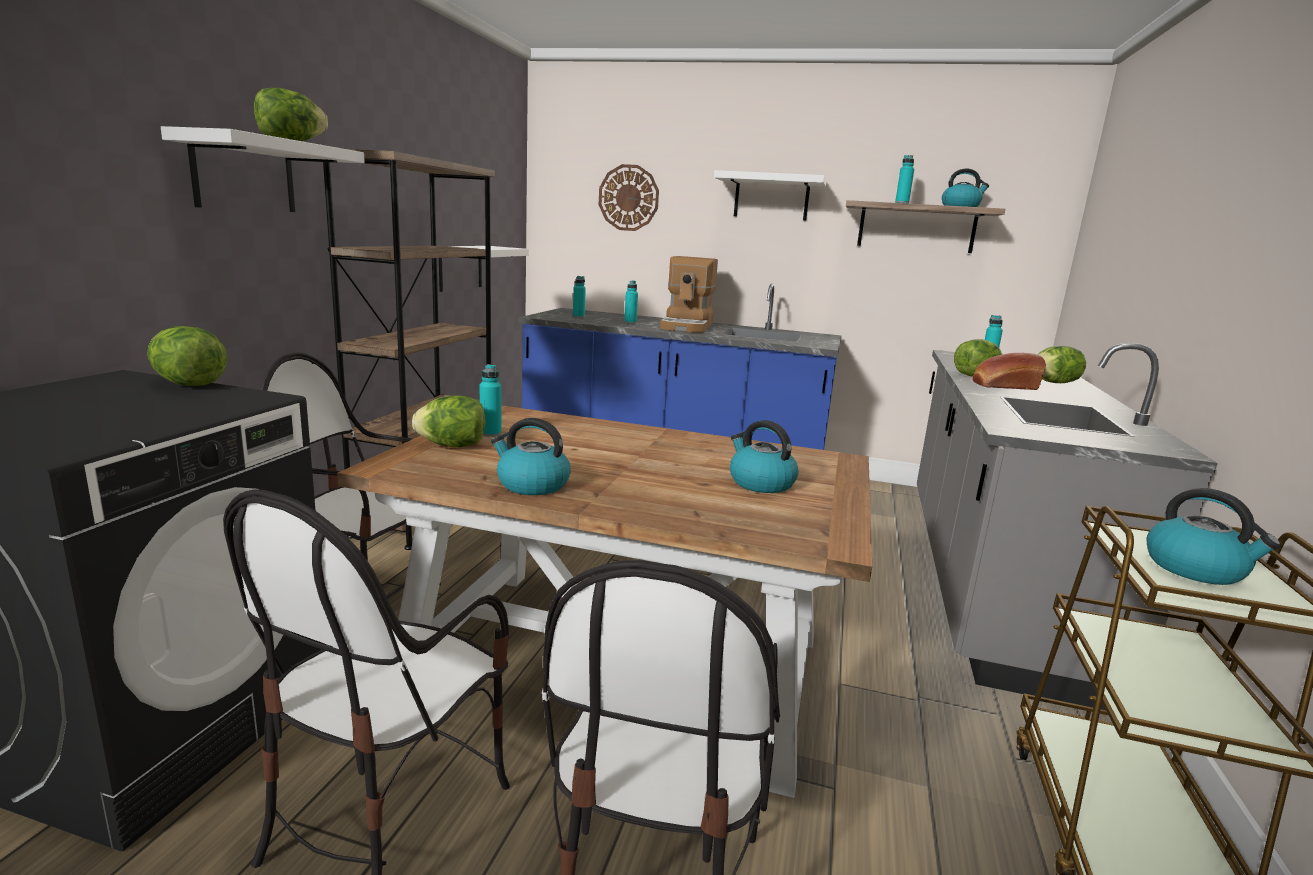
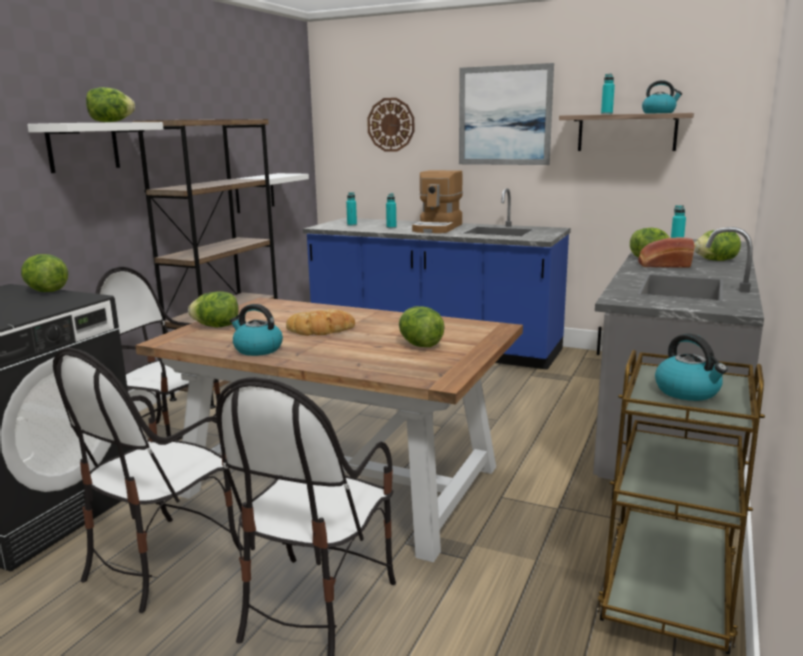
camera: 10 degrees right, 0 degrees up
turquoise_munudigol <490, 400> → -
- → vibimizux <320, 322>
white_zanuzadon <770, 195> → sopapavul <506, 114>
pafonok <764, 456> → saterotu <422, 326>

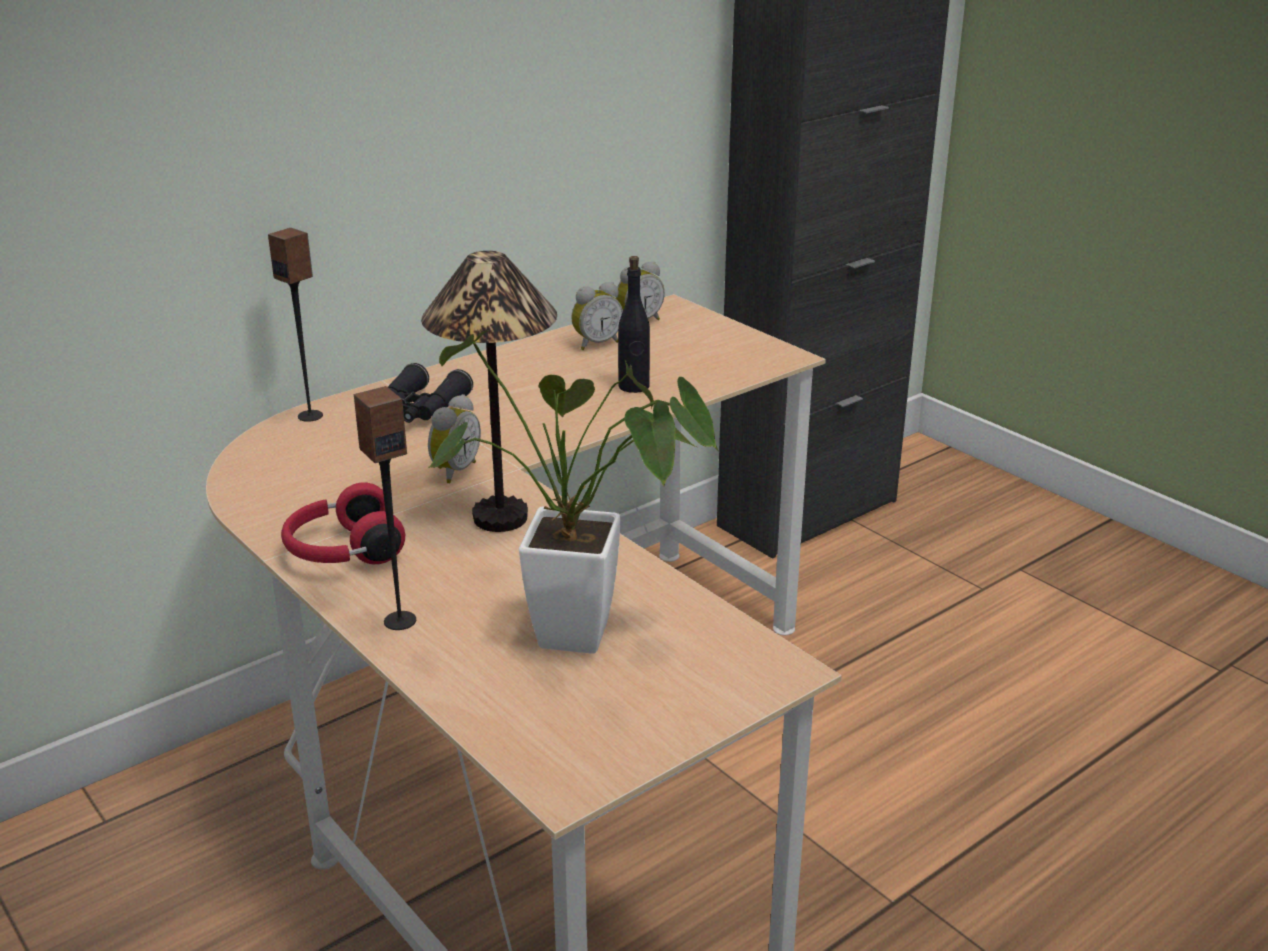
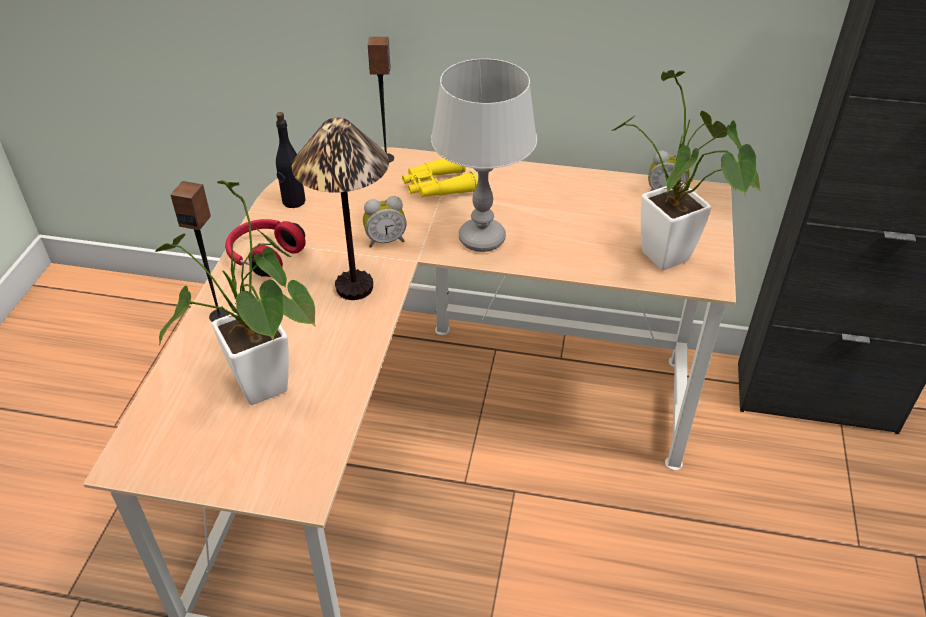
camera: 50 degrees right, 15 degrees up
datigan <597, 316> → -
- → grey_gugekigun <484, 155>
- → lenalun <686, 170>
black_munudigol <634, 324> → black_munudigol <291, 160>, move
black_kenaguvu <430, 393> → yellow_kenaguvu <440, 178>

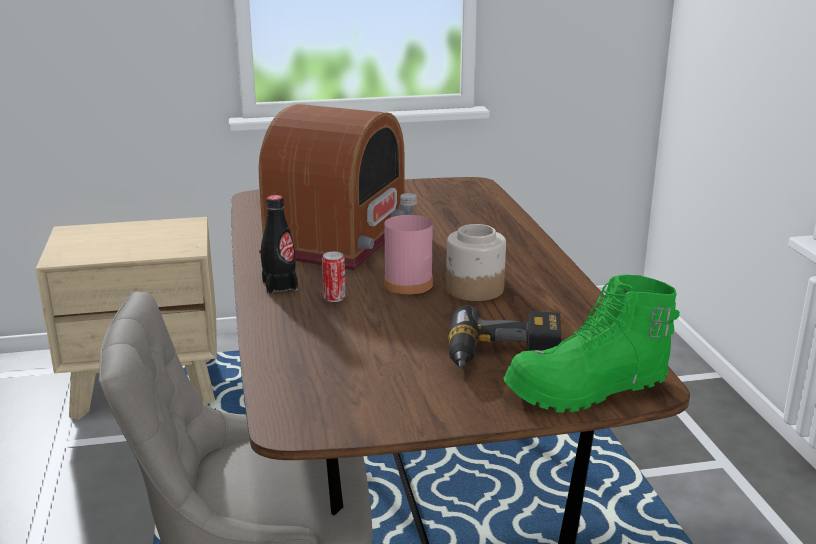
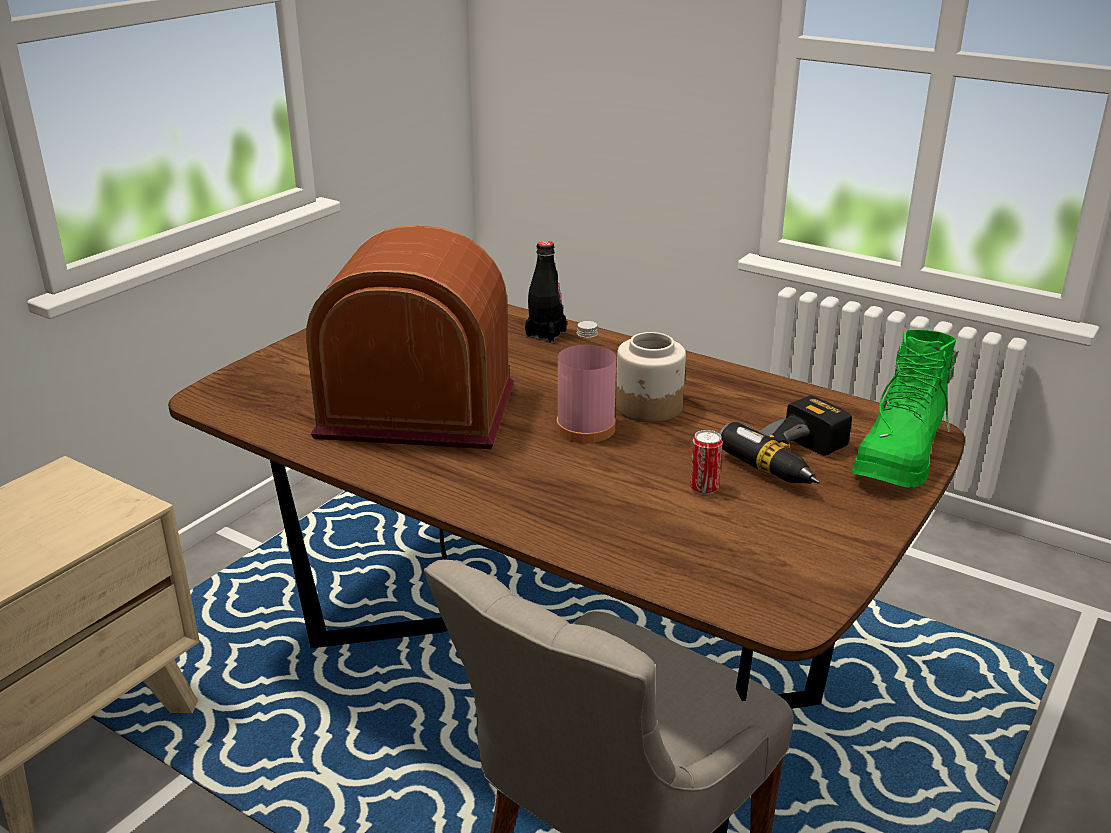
camera: 45 degrees left, 5 degrees up
black_munudigol <279, 244> → black_munudigol <546, 292>, move
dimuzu <334, 276> → dimuzu <706, 462>, move
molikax <336, 187> → molikax <410, 337>, 60 degrees counterclockwise

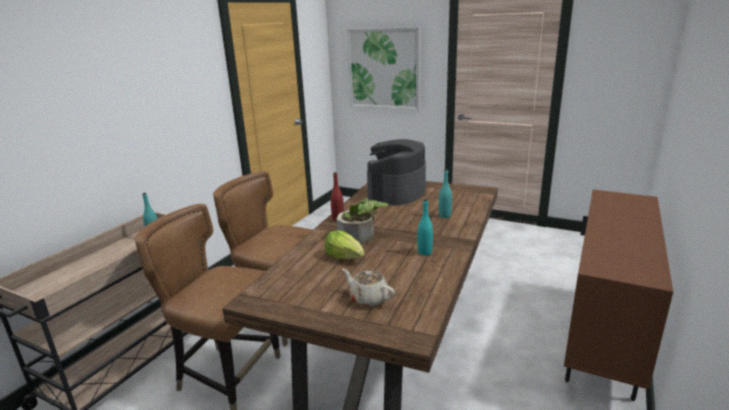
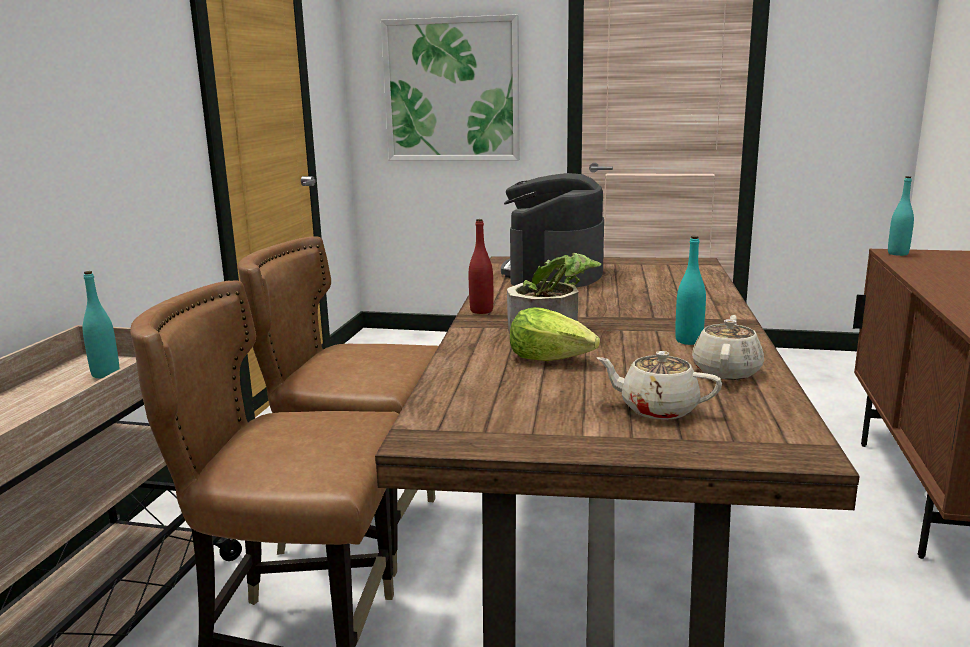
camera: 15 degrees left, 5 degrees down
- → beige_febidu <728, 347>
turquoise_munudigol <445, 193> → turquoise_munudigol <901, 216>, move

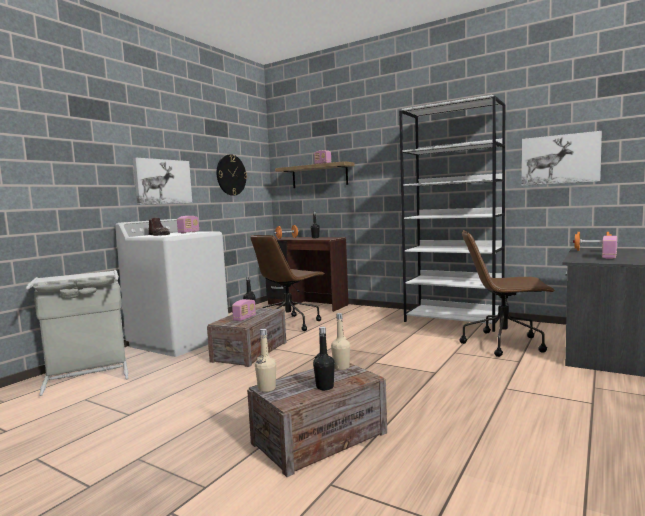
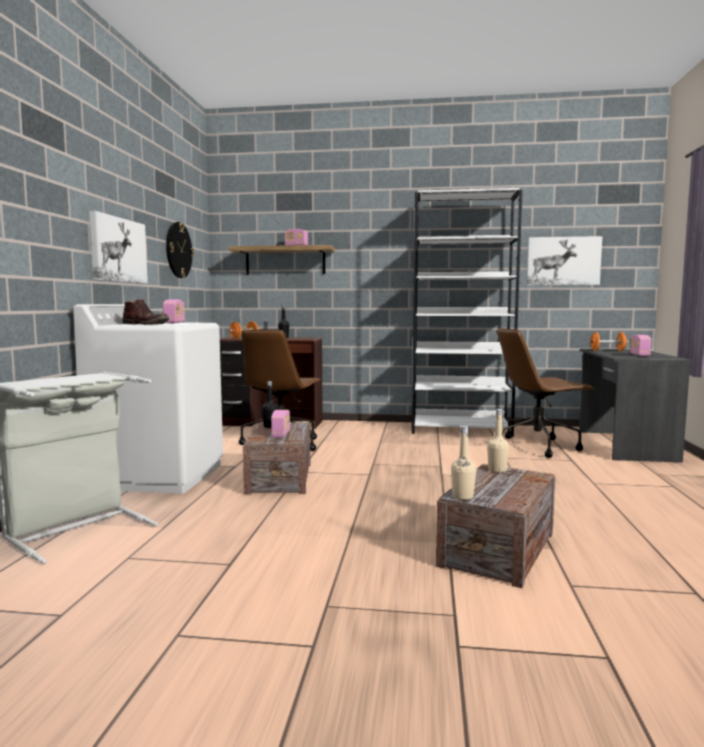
camera: 25 degrees left, 0 degrees up
black_munudigol <324, 358> → -

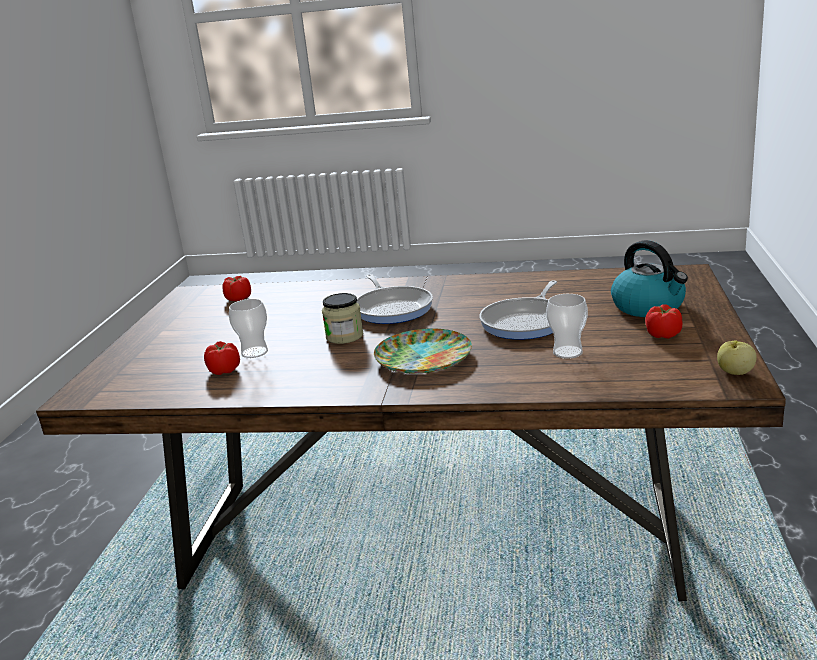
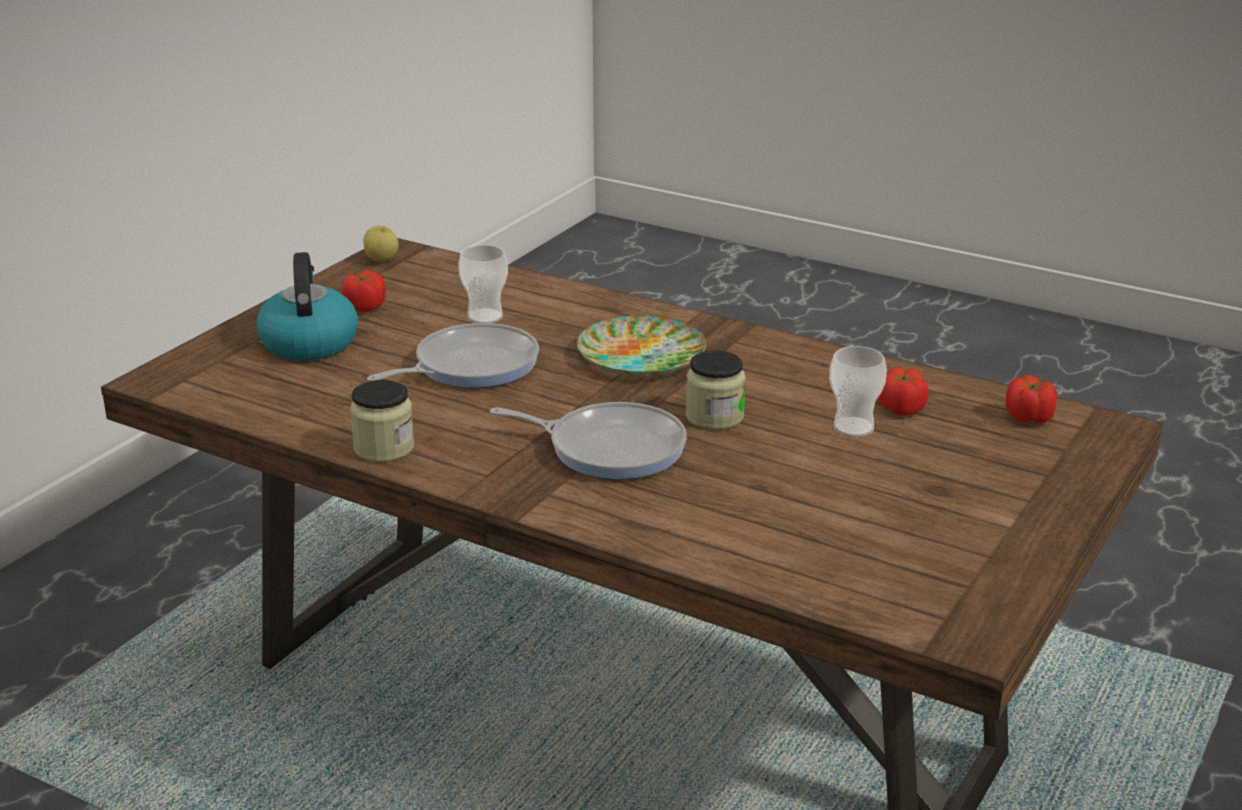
camera: 160 degrees left, 5 degrees up
- → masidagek <382, 421>
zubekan <237, 288> → zubekan <1031, 399>, move
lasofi <395, 299> → lasofi <588, 441>, 105 degrees clockwise

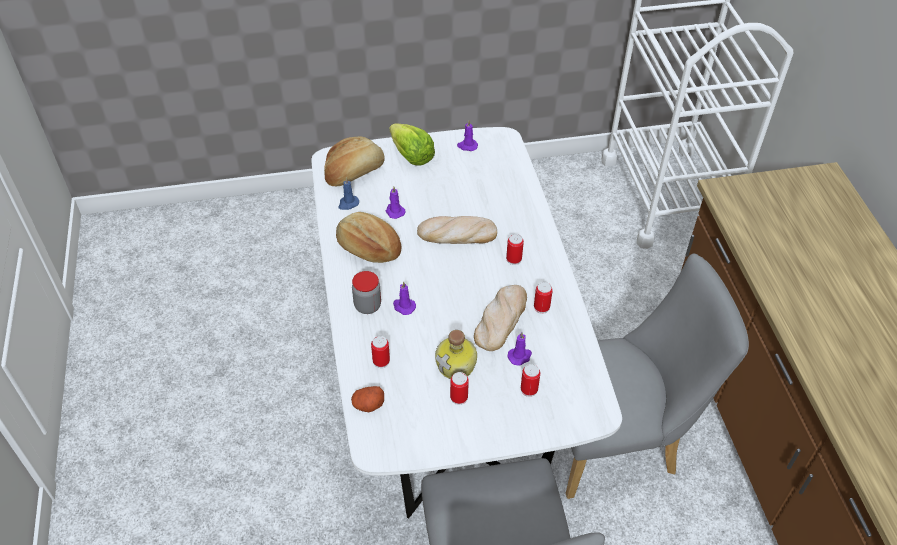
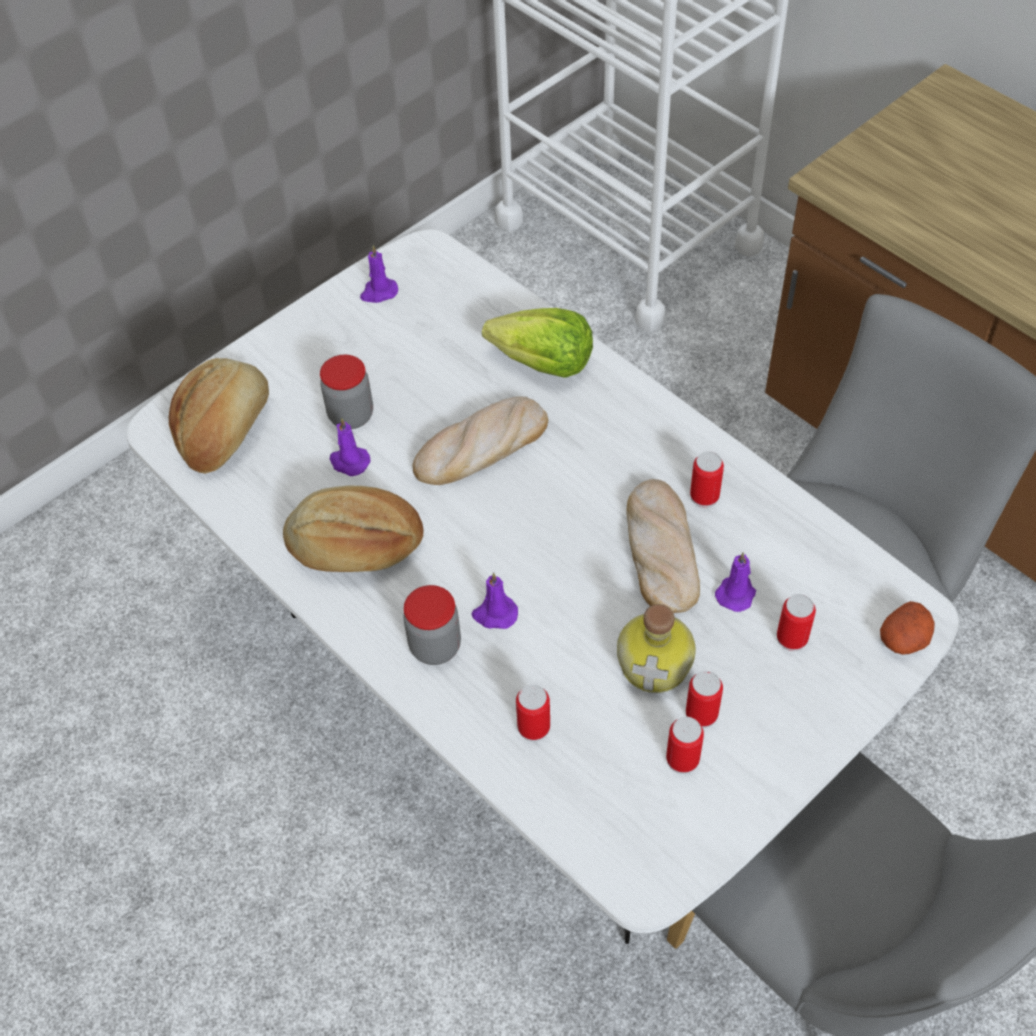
camera: 30 degrees left, 5 degrees up
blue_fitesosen <348, 193> → -
- → masidagek <346, 392>
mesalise <367, 399> → mesalise <907, 628>, move
saterotu <412, 144> → saterotu <537, 343>, move
dimuzu <515, 249> → dimuzu <685, 745>, move

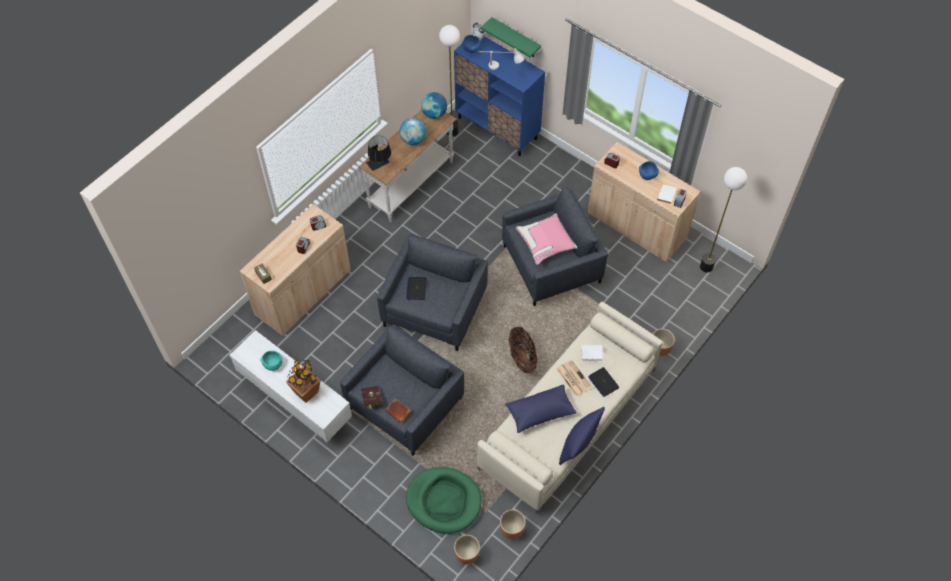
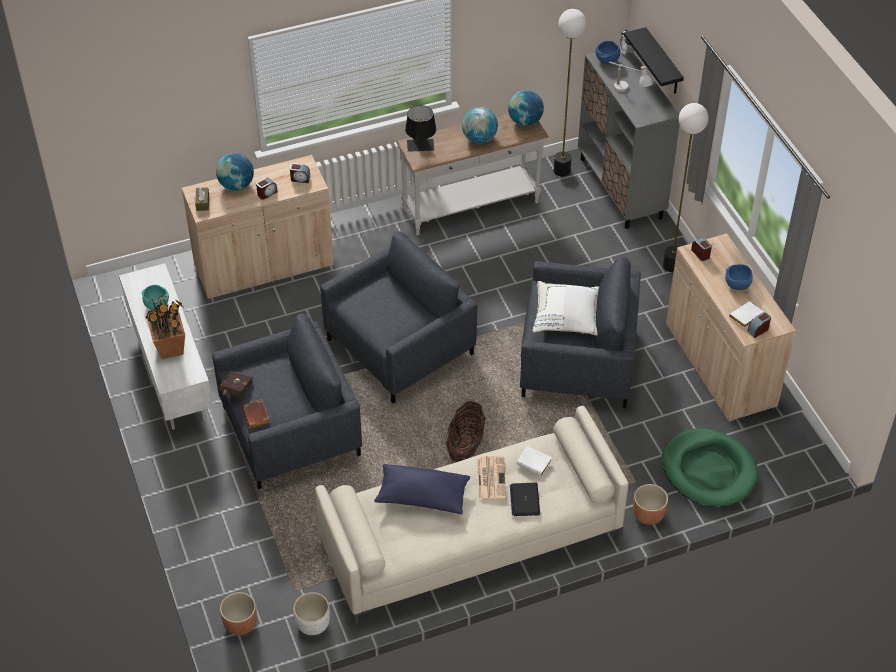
camera: 30 degrees right, 10 degrees down
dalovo <416, 288> → -
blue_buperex <582, 436> → -
- → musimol <235, 172>
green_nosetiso <443, 500> → green_nosetiso <710, 467>, move
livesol <723, 220> → livesol <686, 187>, move
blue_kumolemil <499, 95> → grey_kumolemil <629, 137>
green_zanuzadon <511, 37> → black_zanuzadon <654, 60>
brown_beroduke <513, 524> → white_beroduke <311, 613>
pink_buperex <546, 239> → white_buperex <566, 308>

